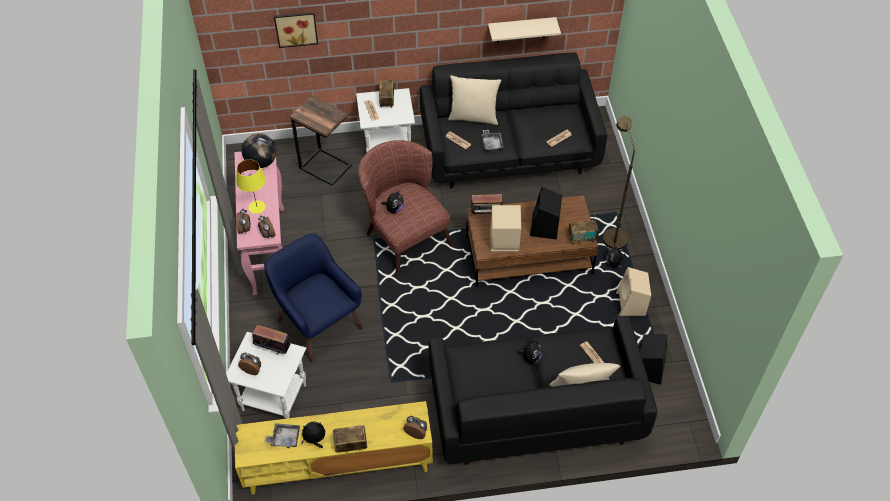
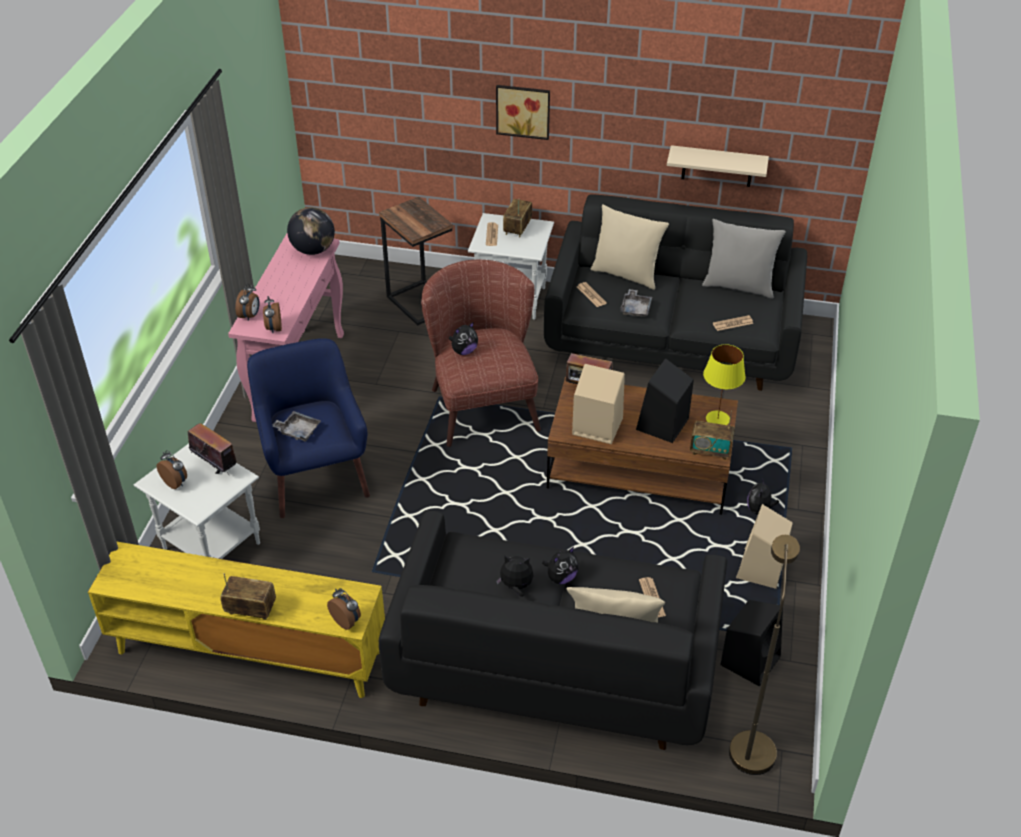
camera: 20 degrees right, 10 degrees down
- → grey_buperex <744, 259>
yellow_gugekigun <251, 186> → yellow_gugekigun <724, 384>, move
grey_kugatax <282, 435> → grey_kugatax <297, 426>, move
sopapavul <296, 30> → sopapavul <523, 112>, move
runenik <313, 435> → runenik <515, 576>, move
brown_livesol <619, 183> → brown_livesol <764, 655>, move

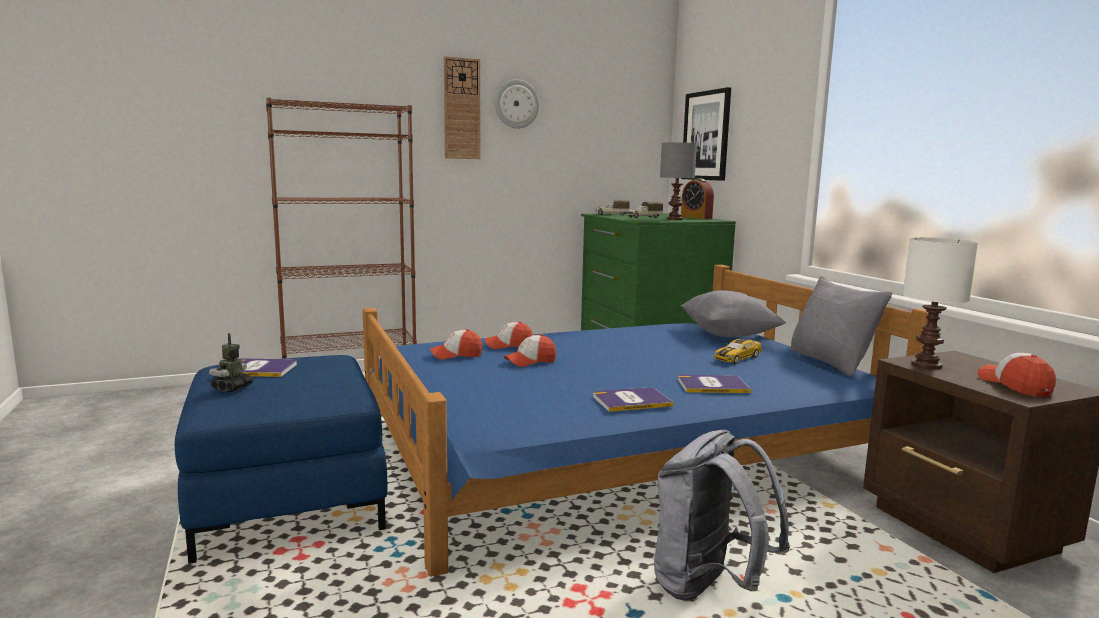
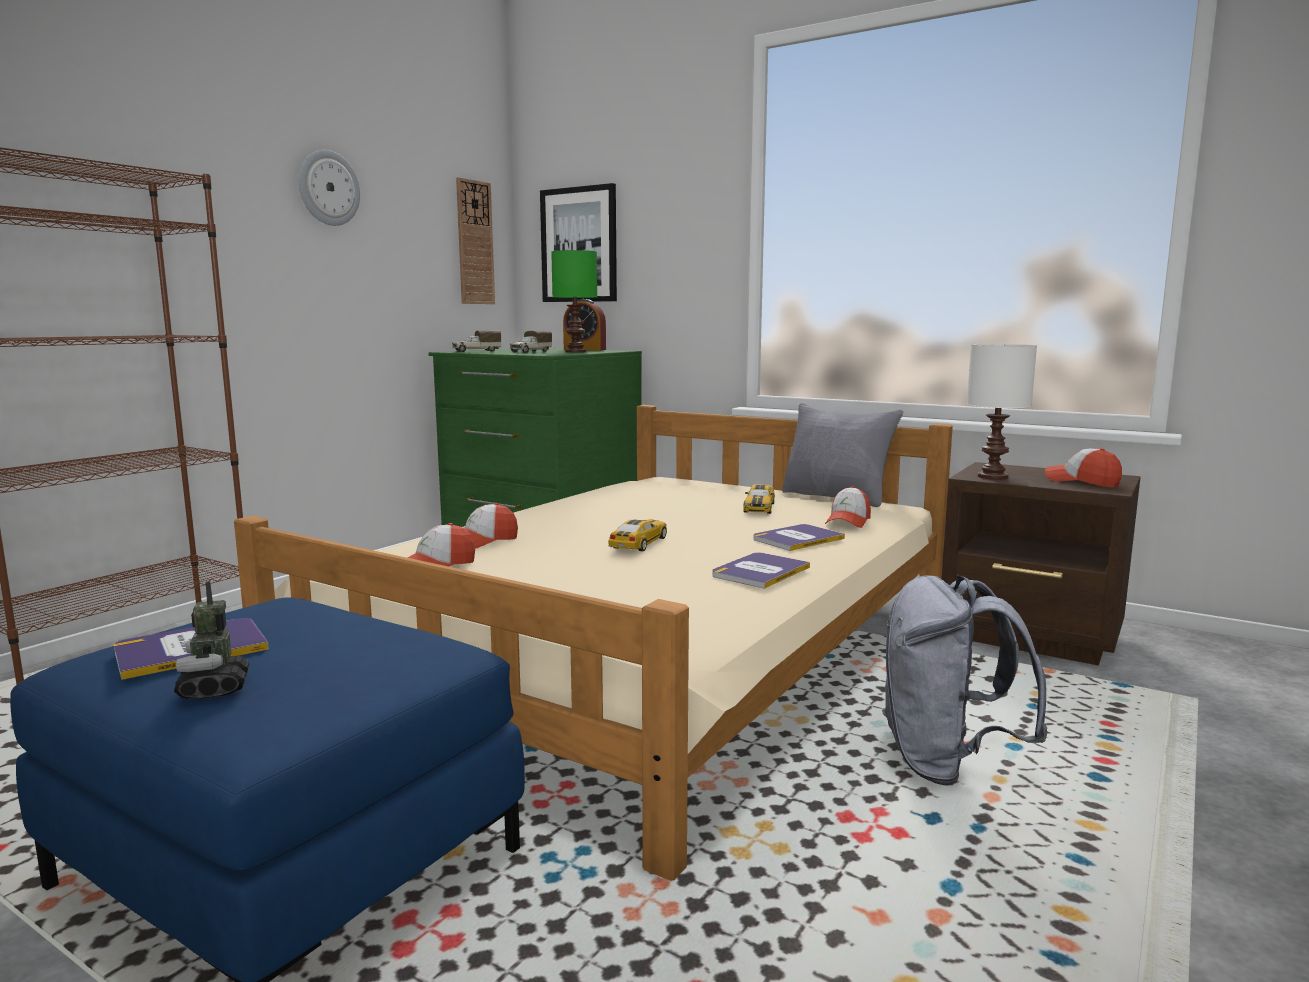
camera: 35 degrees left, 0 degrees up
grey_buperex <733, 313> → -
- → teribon <637, 535>
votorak <462, 107> → votorak <475, 240>, move
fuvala <530, 350> → fuvala <848, 507>, move
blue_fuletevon <645, 421> → beige_fuletevon <593, 643>
grey_gugekigun <678, 181> → green_gugekigun <574, 301>

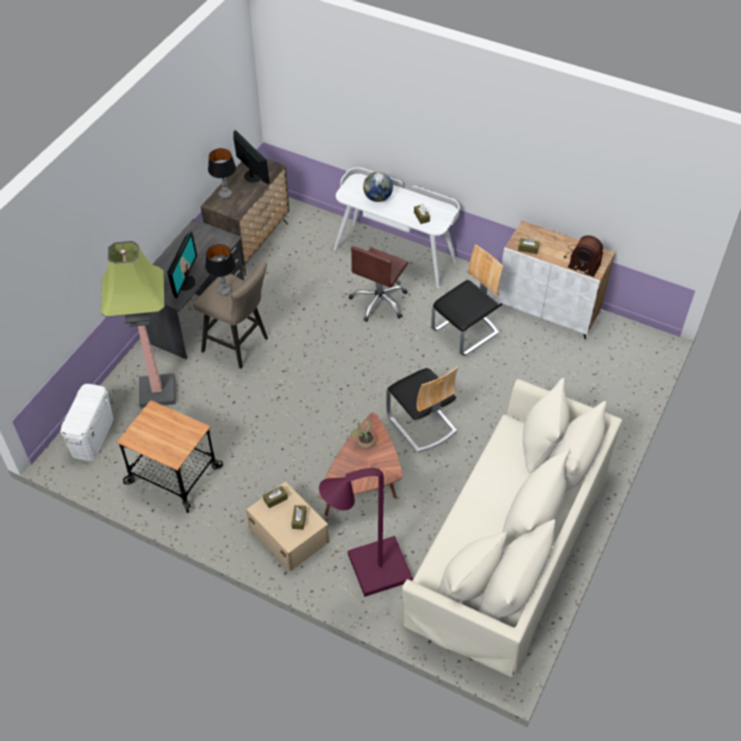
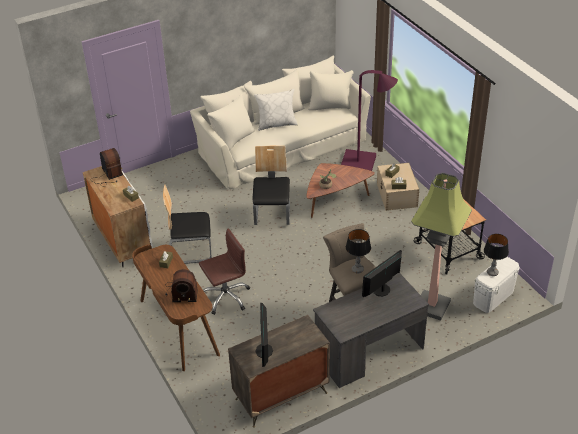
camera: 145 degrees left, 10 degrees down
- → white_buperex <276, 110>
gugekigun <222, 173> → gugekigun <496, 255>, move
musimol <378, 187> → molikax <181, 285>
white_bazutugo <397, 227> → brown_bazutugo <176, 307>

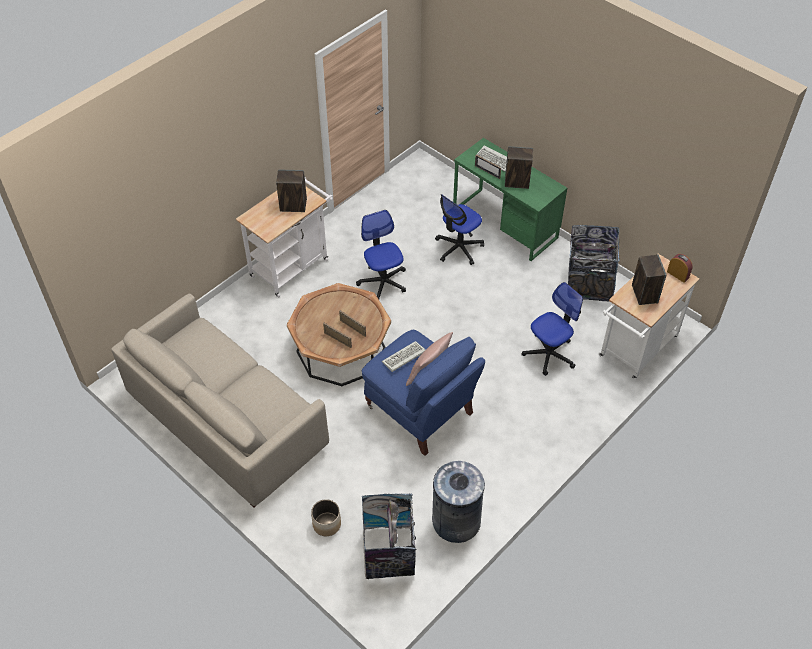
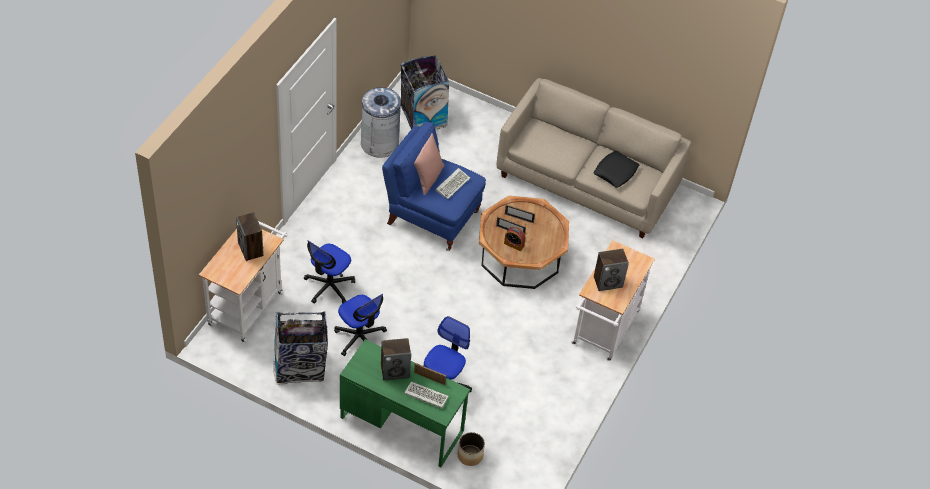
camera: 160 degrees right, 0 degrees up
- → black_buperex <616, 169>
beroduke <326, 517> → beroduke <471, 449>, move
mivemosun <381, 254> → mivemosun <360, 325>, move
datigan <680, 268> → datigan <515, 239>, move

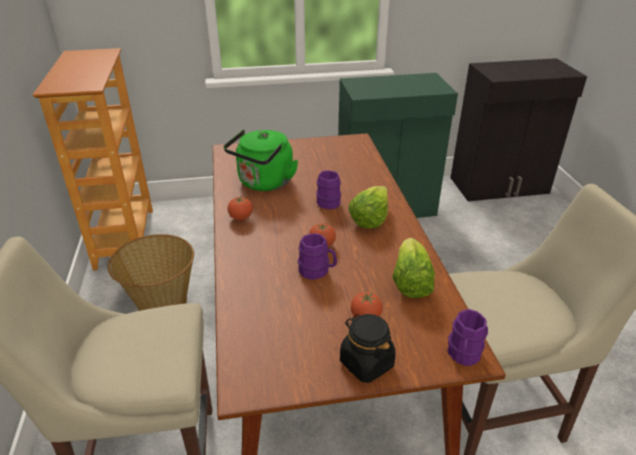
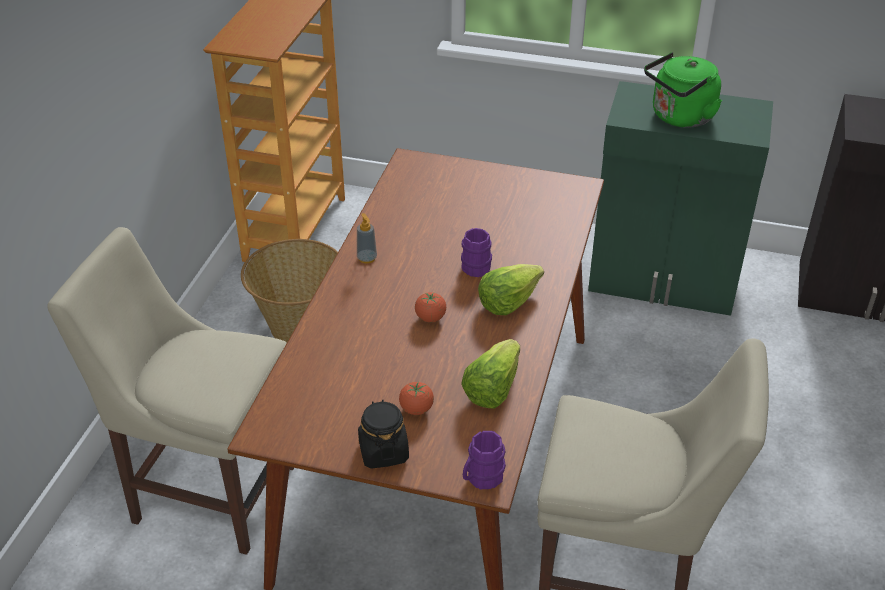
camera: 25 degrees right, 5 degrees up
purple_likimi <317, 256> → -
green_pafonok <261, 160> → green_pafonok <683, 90>, move
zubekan <240, 208> → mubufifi <367, 238>

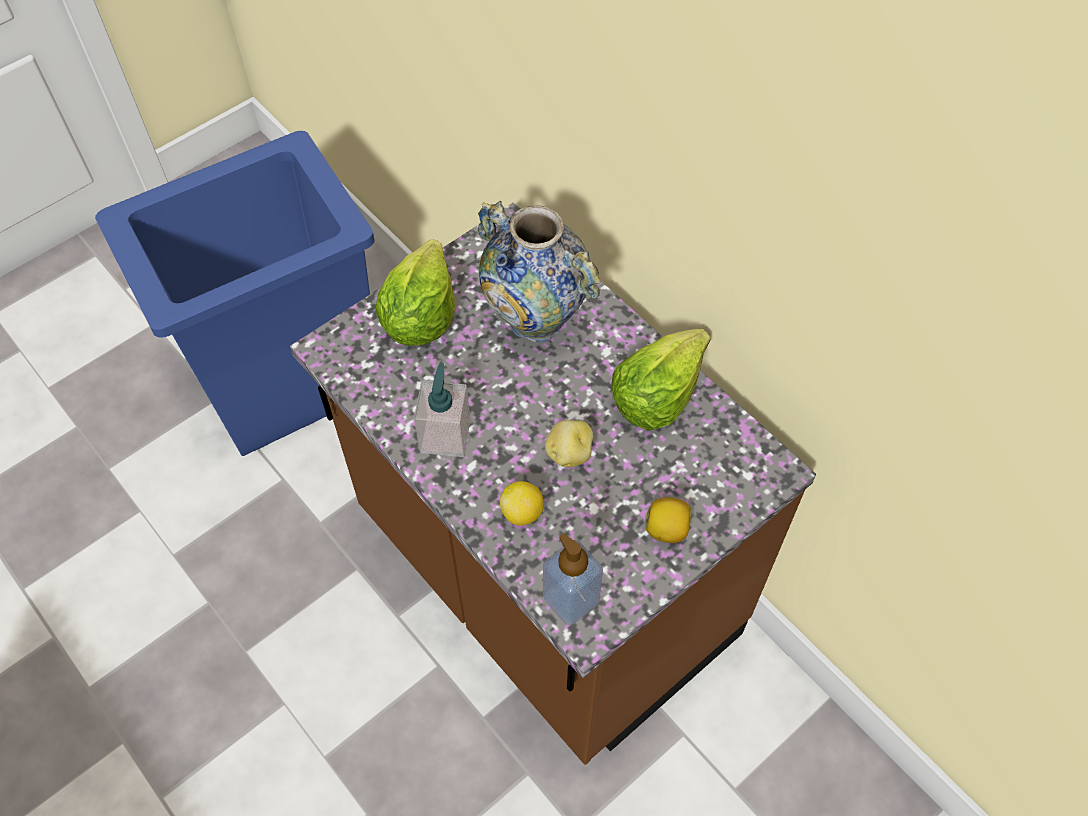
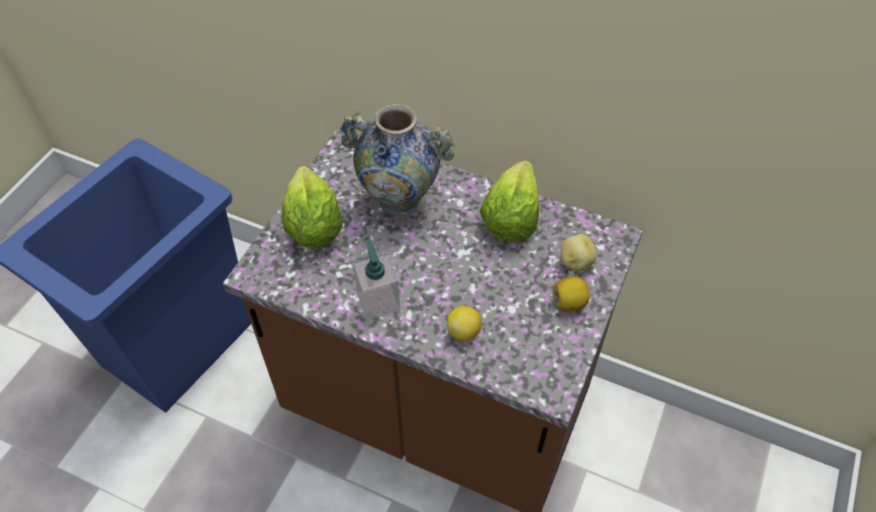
camera: 25 degrees left, 5 degrees down
mubufifi <573, 579> → -
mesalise <569, 443> → mesalise <579, 252>, move

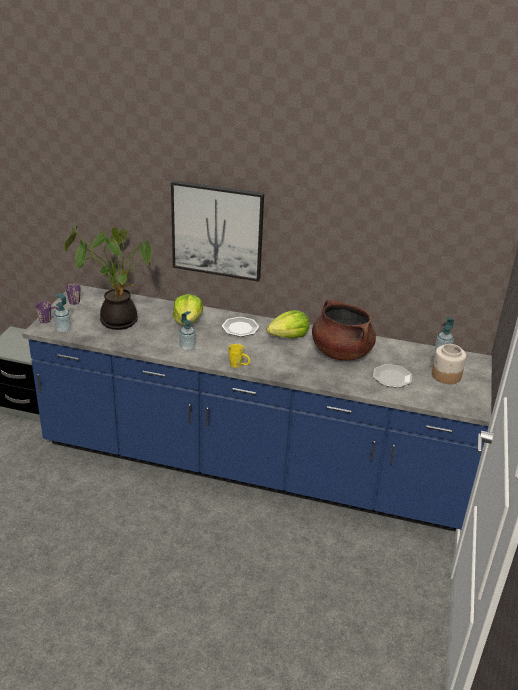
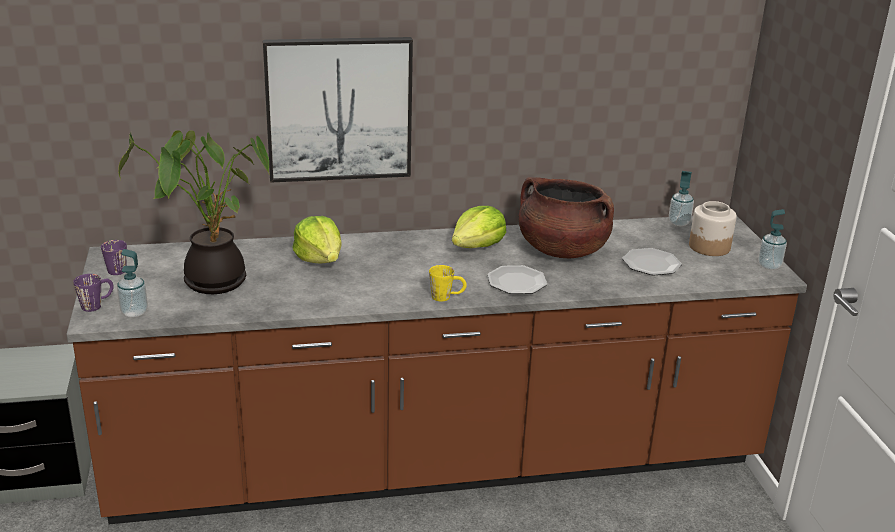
camera: 25 degrees left, 5 degrees down
mubufifi <187, 331> → mubufifi <772, 239>, move
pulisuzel <240, 327> → pulisuzel <517, 279>, move
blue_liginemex <257, 408> → brown_liginemex <436, 370>

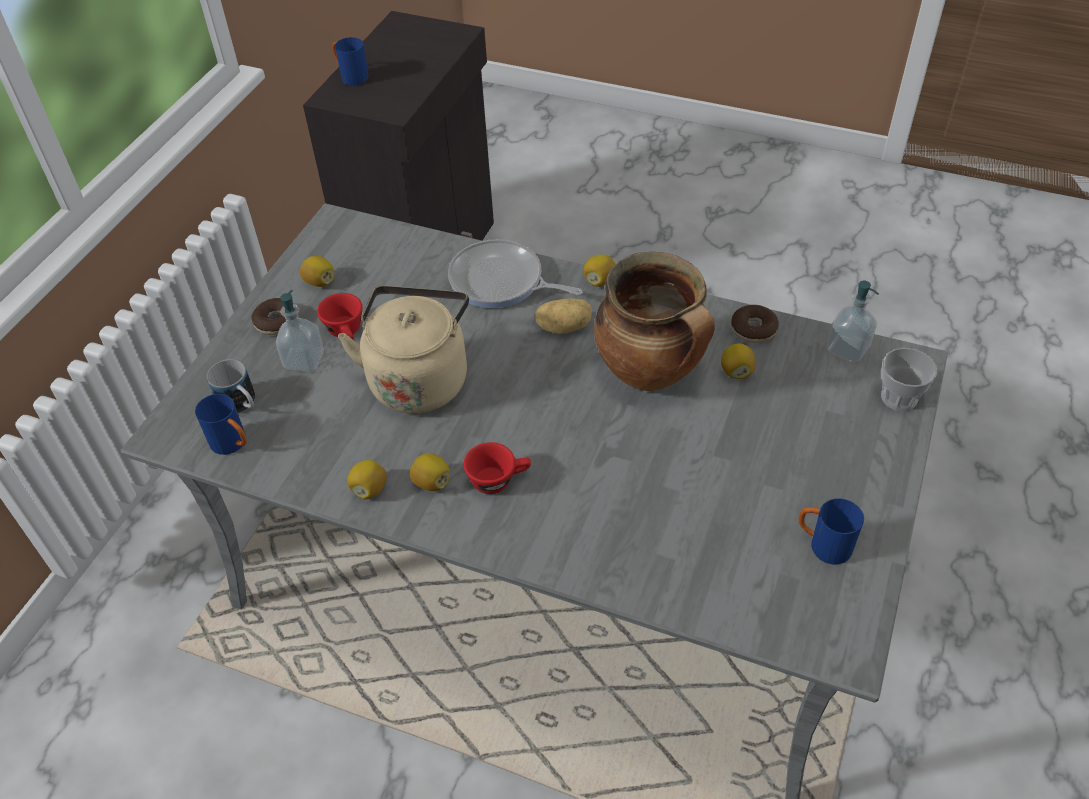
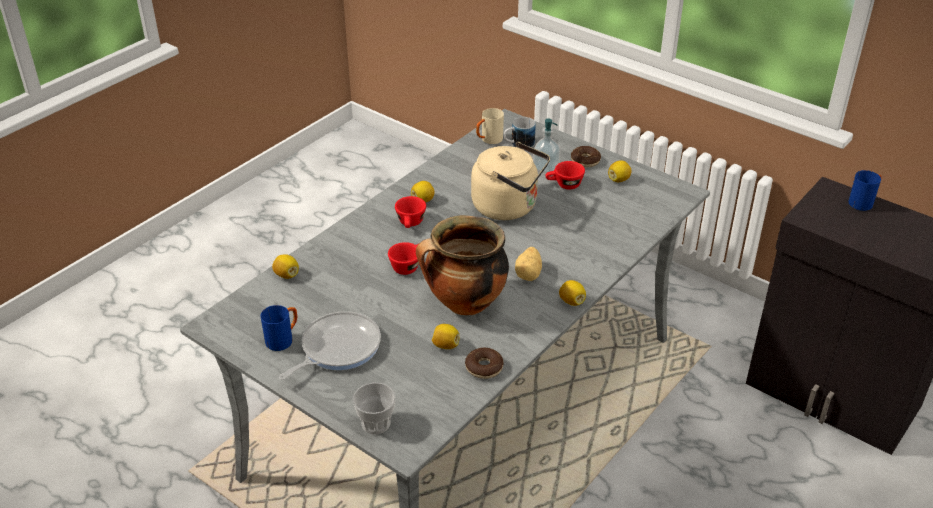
camera: 105 degrees right, 10 degrees down
mubufifi <853, 322> → -
- → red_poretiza <403, 258>
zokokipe <367, 479> → zokokipe <285, 266>, move
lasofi <515, 273> → lasofi <330, 345>, move
blue_likimi <221, 424> → beige_likimi <490, 126>

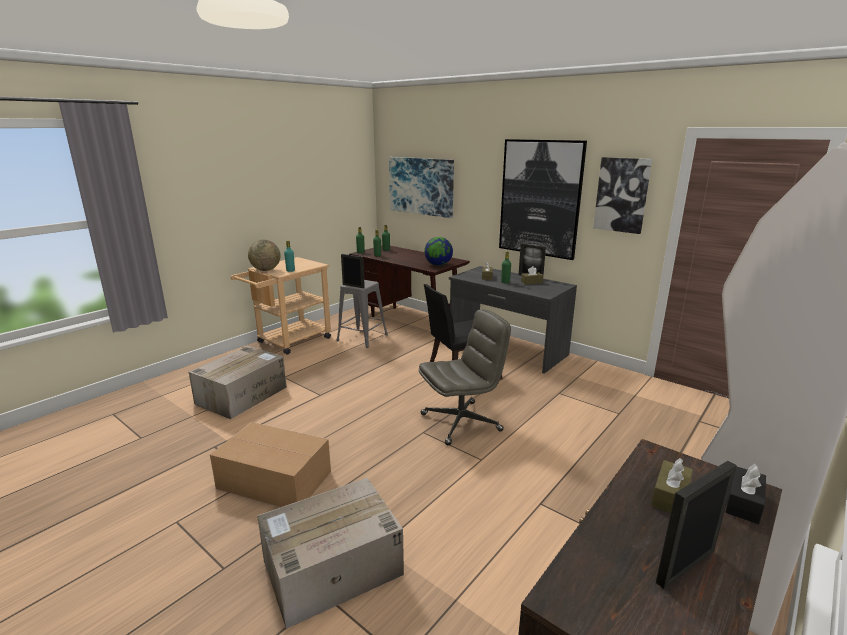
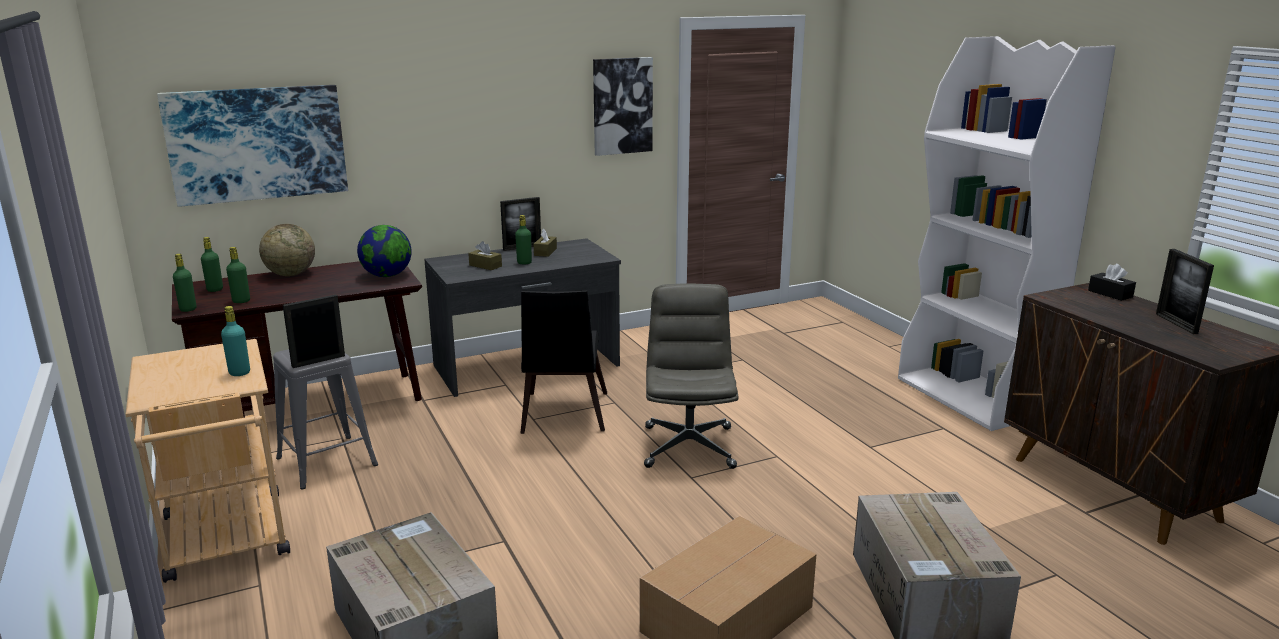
camera: 65 degrees left, 0 degrees up
sopapavul <543, 199> → -
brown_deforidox <672, 485> → -
musimol <264, 255> → musimol <287, 250>, move

